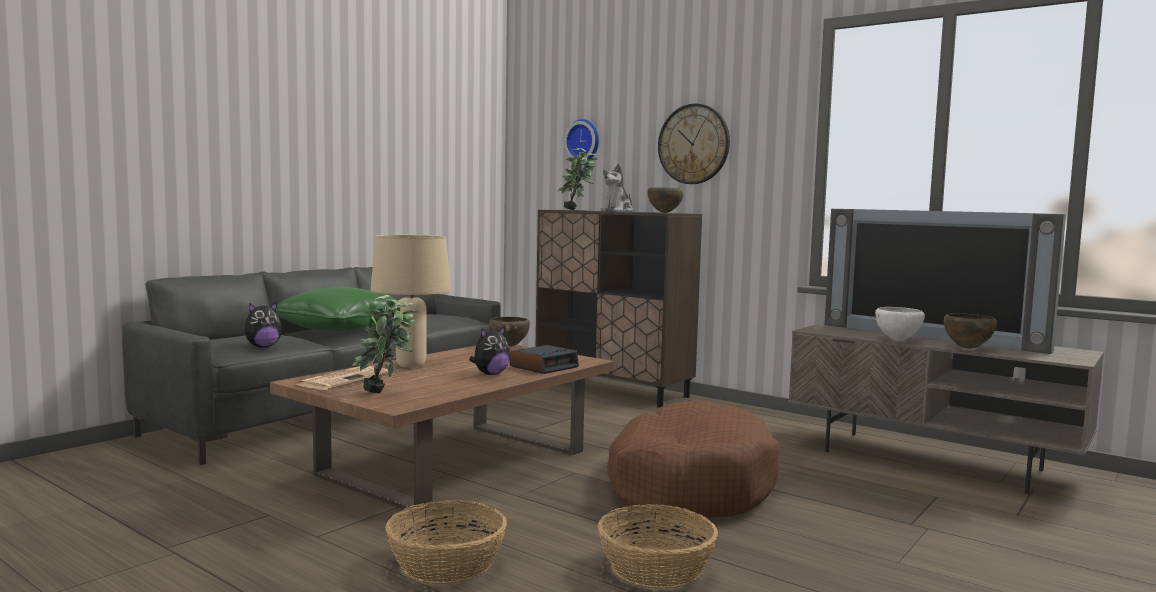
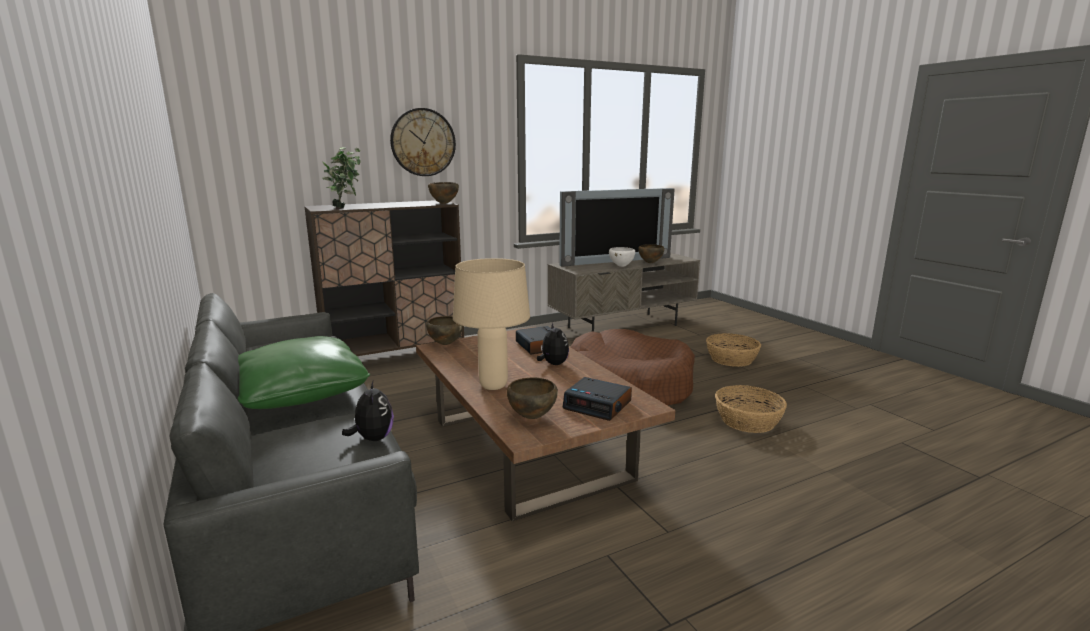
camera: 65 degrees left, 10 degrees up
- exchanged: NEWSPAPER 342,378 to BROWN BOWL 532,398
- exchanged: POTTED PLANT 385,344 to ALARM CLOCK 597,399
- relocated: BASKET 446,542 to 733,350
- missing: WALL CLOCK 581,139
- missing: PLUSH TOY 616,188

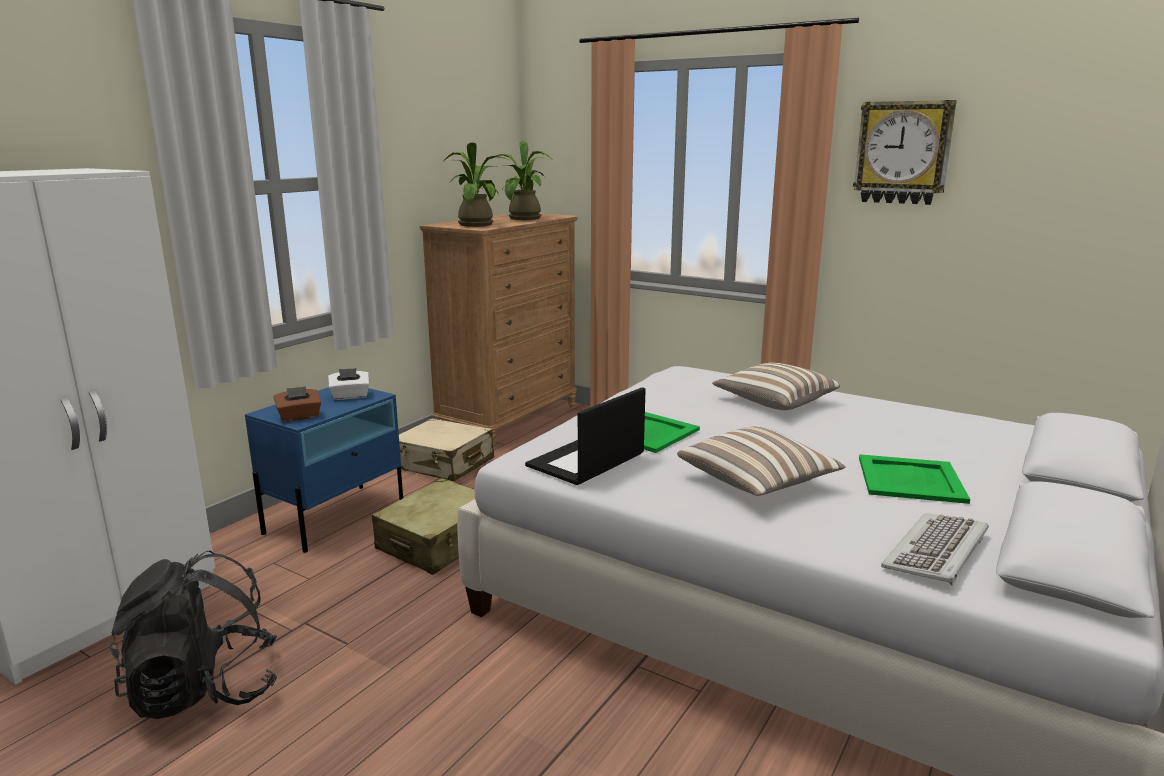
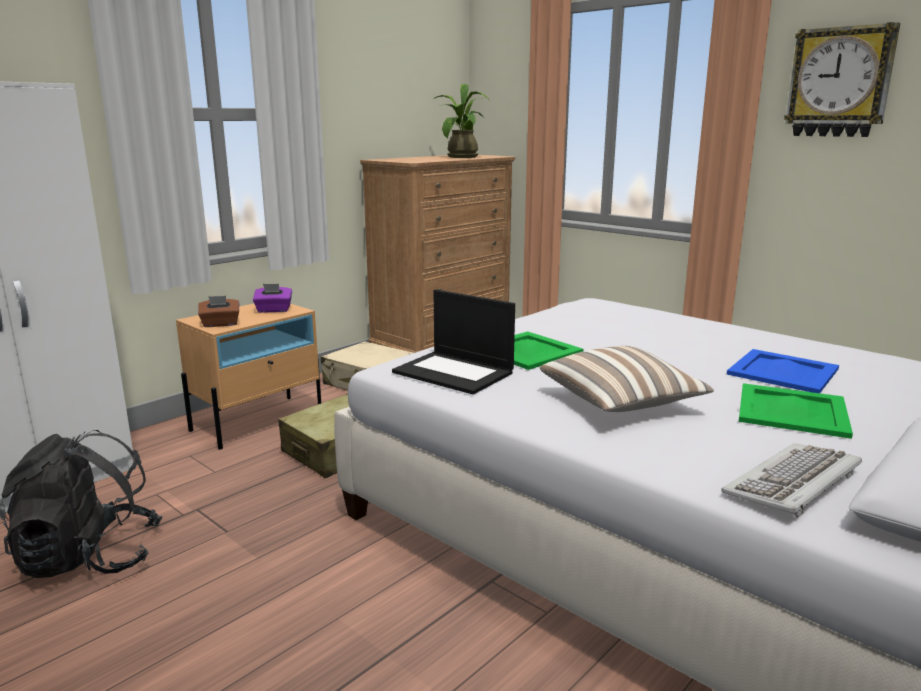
camera: 10 degrees right, 0 degrees up
- colour: BLUE NIGHTSTAND 324,470 to BEIGE NIGHTSTAND 248,377
- colour: WHITE TISSUE BOX 348,384 to PURPLE TISSUE BOX 272,298
- missing: POTTED PLANT 476,184
- spun: LAPTOP 585,436 = 453,341 105 degrees counterclockwise
- missing: PILLOW 776,386
- appeared: BLUE TRAY 783,371

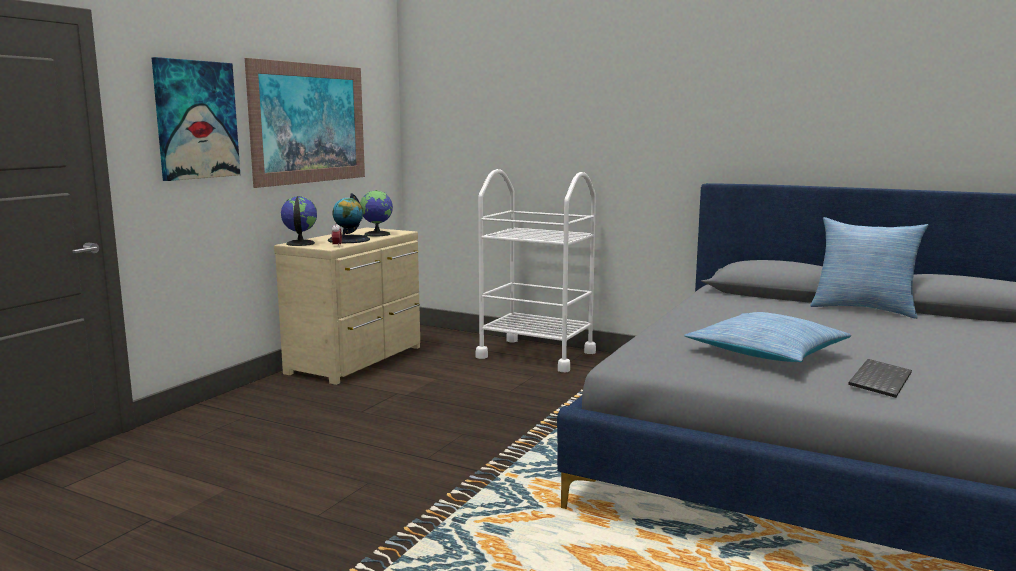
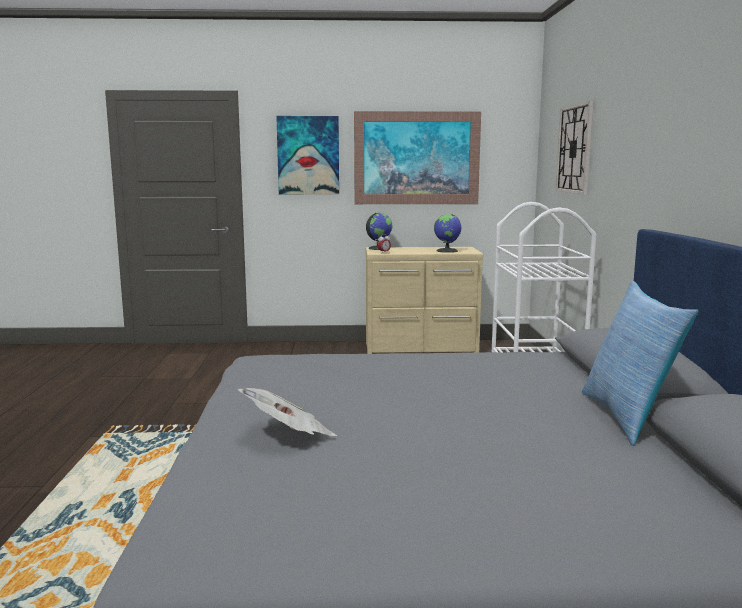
camera: 60 degrees right, 0 degrees up
- missing: GLOBE 349,218
- missing: PILLOW 767,337
- exchanged: KEYBOARD 880,378 to NEWSPAPER 287,412
- appeared: WALL CLOCK 574,147

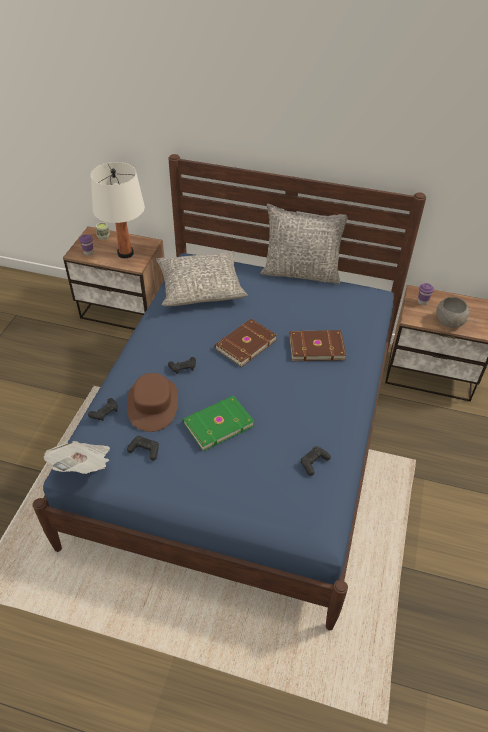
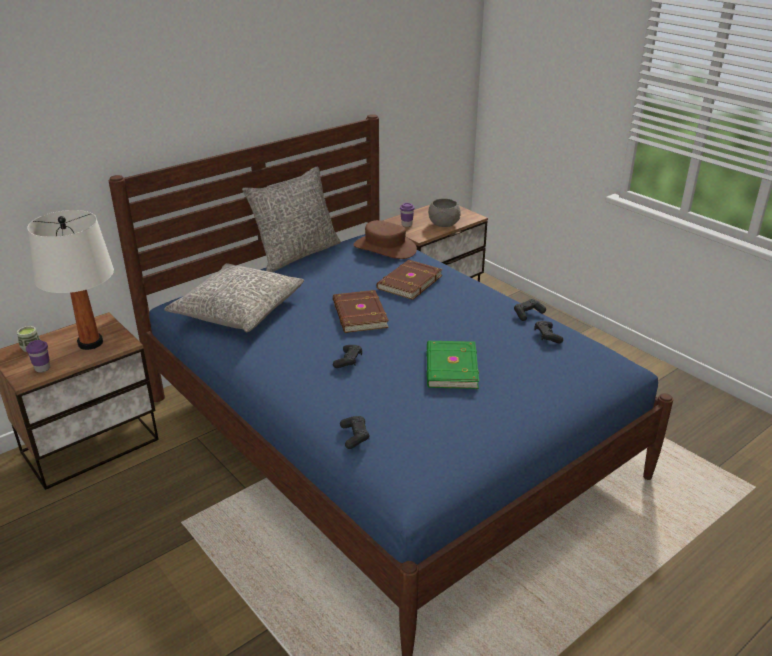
camera: 55 degrees left, 15 degrees down
- missing: NEWSPAPER 77,457
- relocated: BROWN HAT 152,402 to 385,239
- relocated: BLACK GAME CONTROLLER 143,448 to 530,310

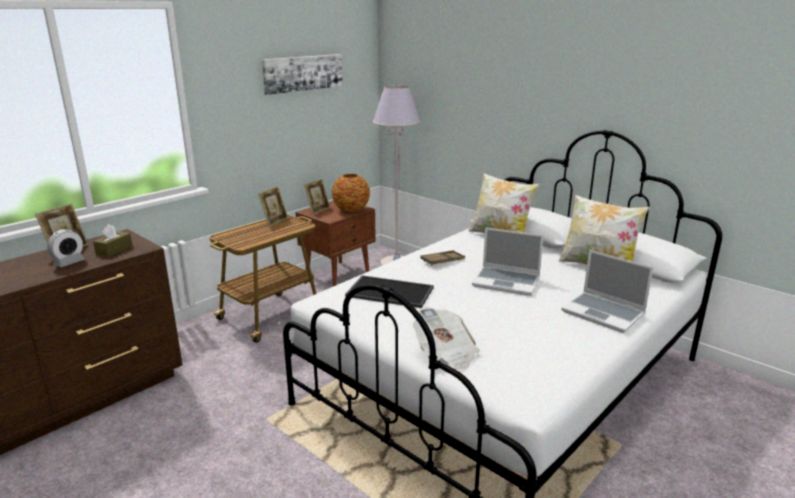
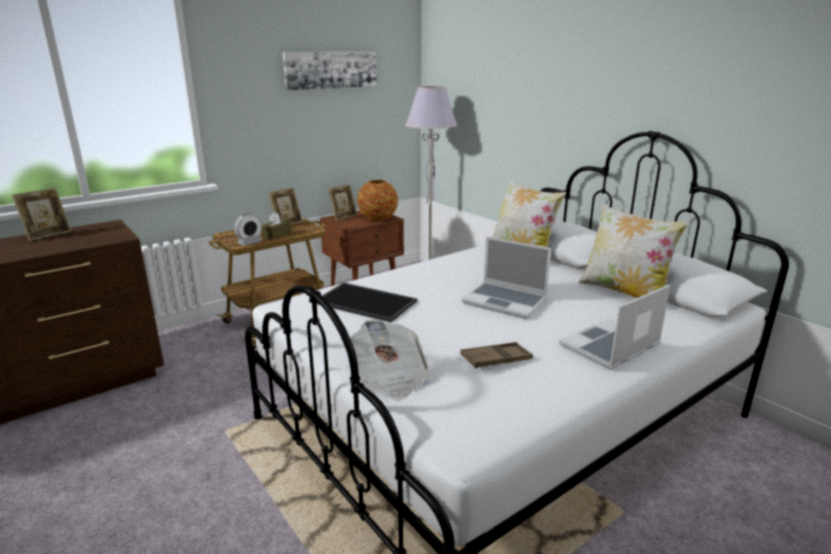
camera: 10 degrees right, 0 degrees up
- relocated: ALARM CLOCK 66,248 to 248,230
- relocated: BROWN TISSUE BOX 112,240 to 276,225
- relocated: BROWN TRAY 442,257 to 496,355
- spun: LAPTOP 607,291 = 614,327 90 degrees clockwise

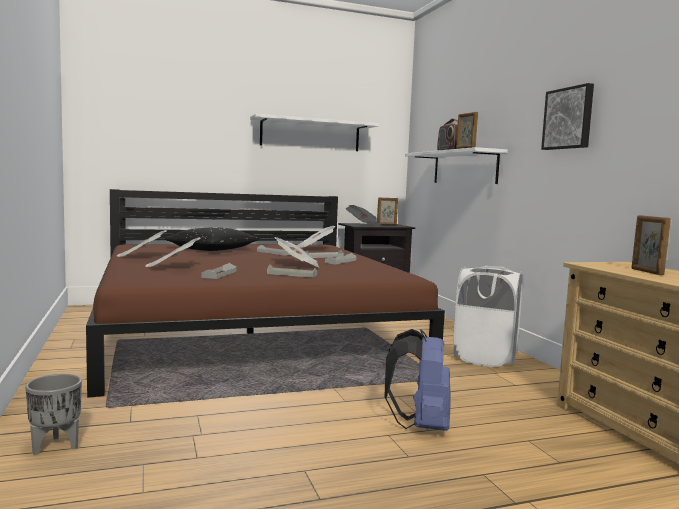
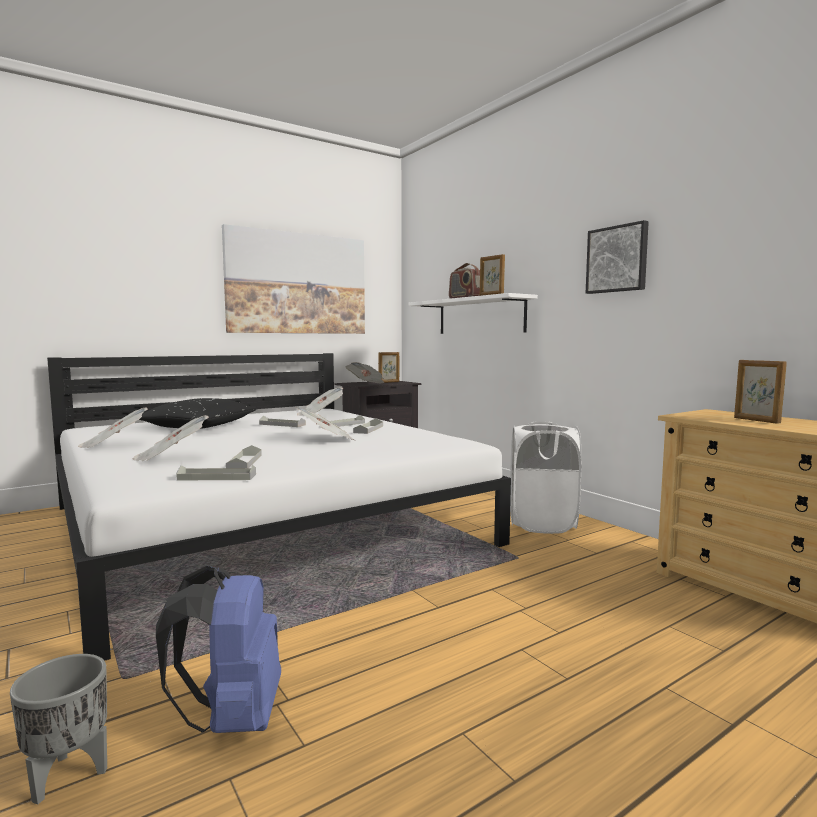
camera: 15 degrees left, 0 degrees up
- colour: BROWN BED 265,293 to WHITE BED 279,507
- exchanged: WHITE SHELF 314,132 to PICTURE 293,279
- relocated: GREY TRAY 292,271 to 216,472
- relocated: BLUE BACKPACK 417,380 to 218,649

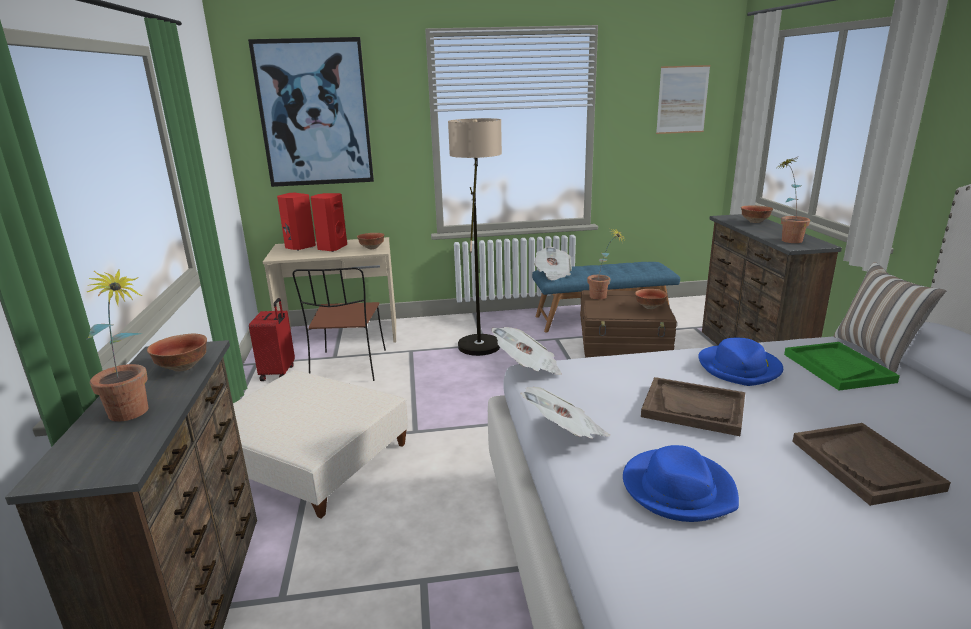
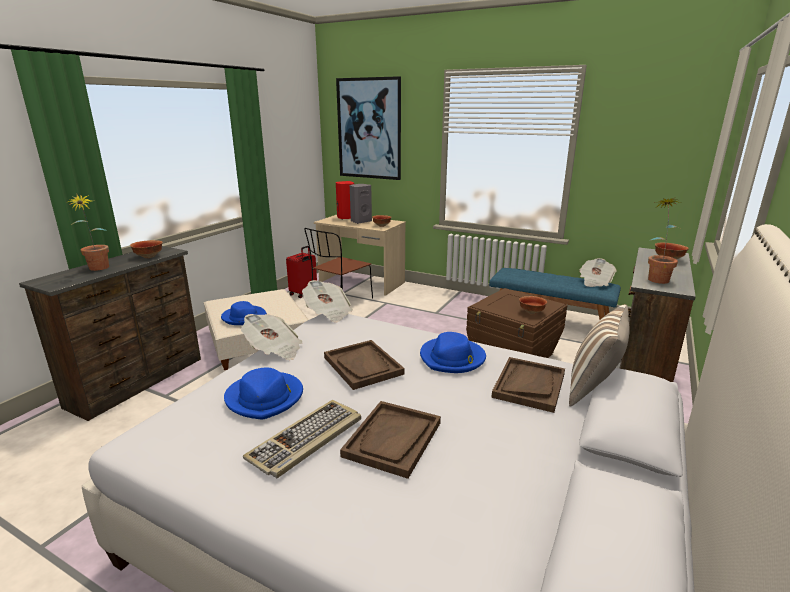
camera: 35 degrees right, 0 degrees up
- colour: RED SPEAKER 329,222 to GREY SPEAKER 361,204
- missing: FLOOR LAMP 475,237
- relocated: NEWSPAPER 553,263 to 597,272
- missing: POTTED PLANT 606,264
- missing: PICTURE 683,99
- colour: GREEN TRAY 842,366 to BROWN TRAY 528,385
- appeared: BLUE HAT 244,313
- appeared: KEYBOARD 302,439

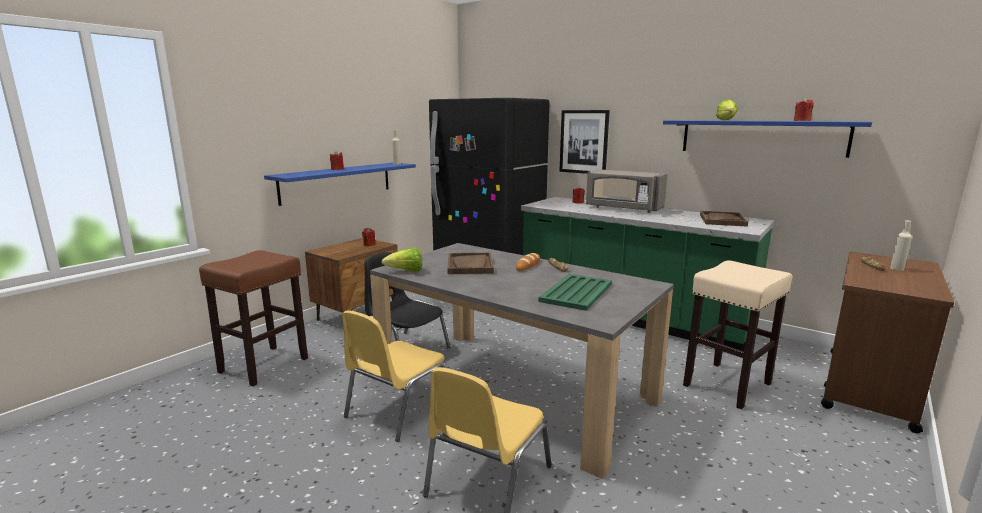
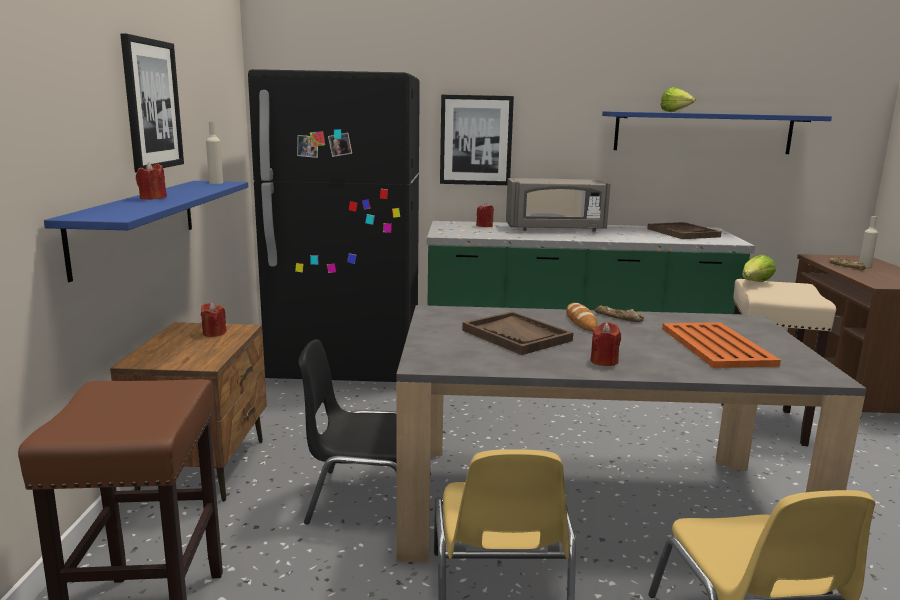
camera: 35 degrees left, 0 degrees up
- relocated: LETTUCE 401,260 to 759,268
- colour: GREEN TRAY 575,292 to ORANGE TRAY 721,345
- relocated: RED CANDLE 804,109 to 606,344
- appeared: PICTURE 152,102

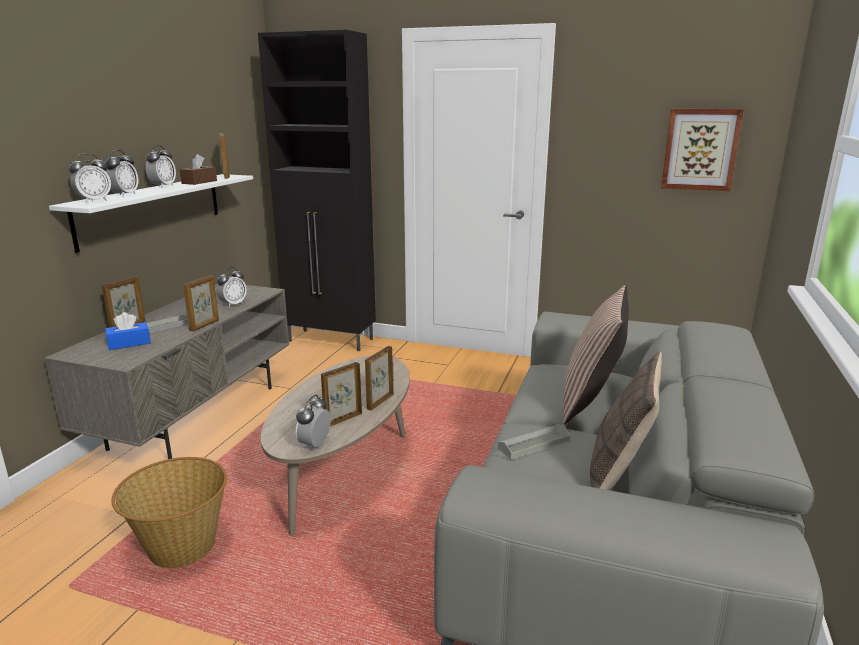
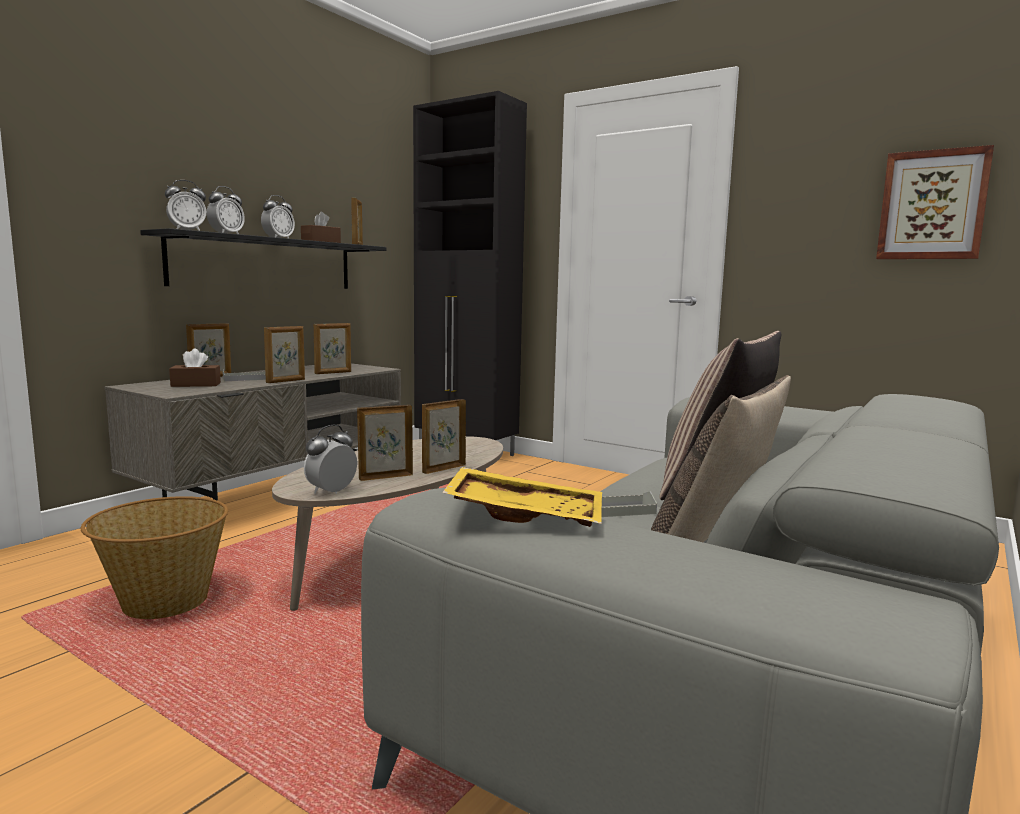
camera: 15 degrees right, 10 degrees down
- colour: WHITE SHELF 151,213 to BLACK SHELF 263,258
- colour: BLUE TISSUE BOX 128,331 to BROWN TISSUE BOX 195,367
- exchanged: ALARM CLOCK 231,287 to PICTURE FRAME 332,348
- appeared: YELLOW TRAY 522,497

